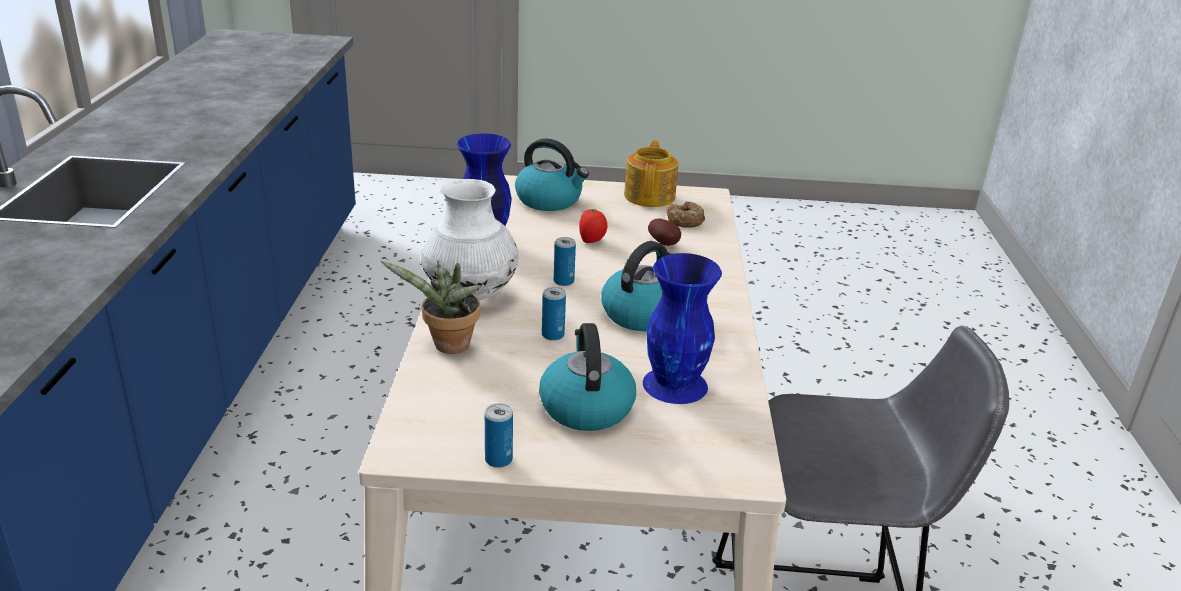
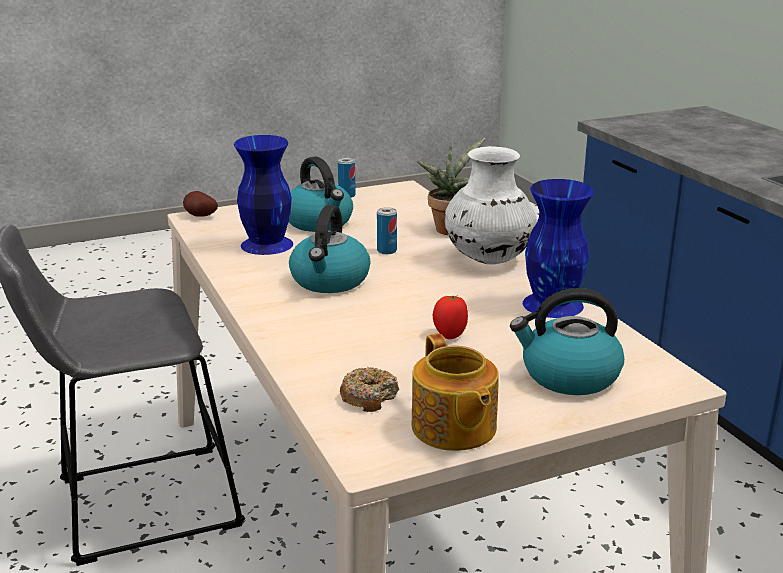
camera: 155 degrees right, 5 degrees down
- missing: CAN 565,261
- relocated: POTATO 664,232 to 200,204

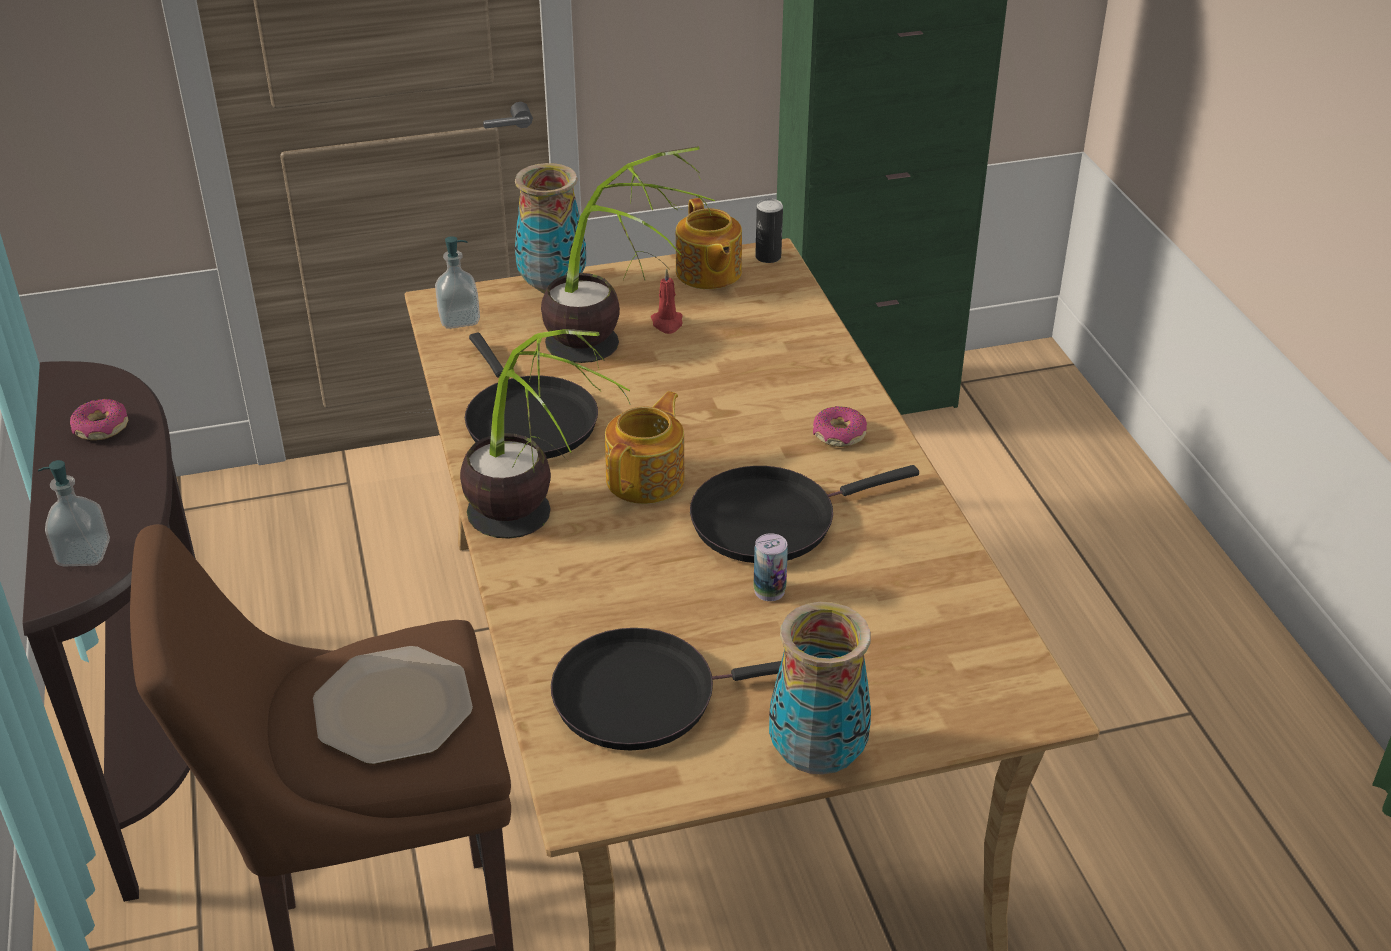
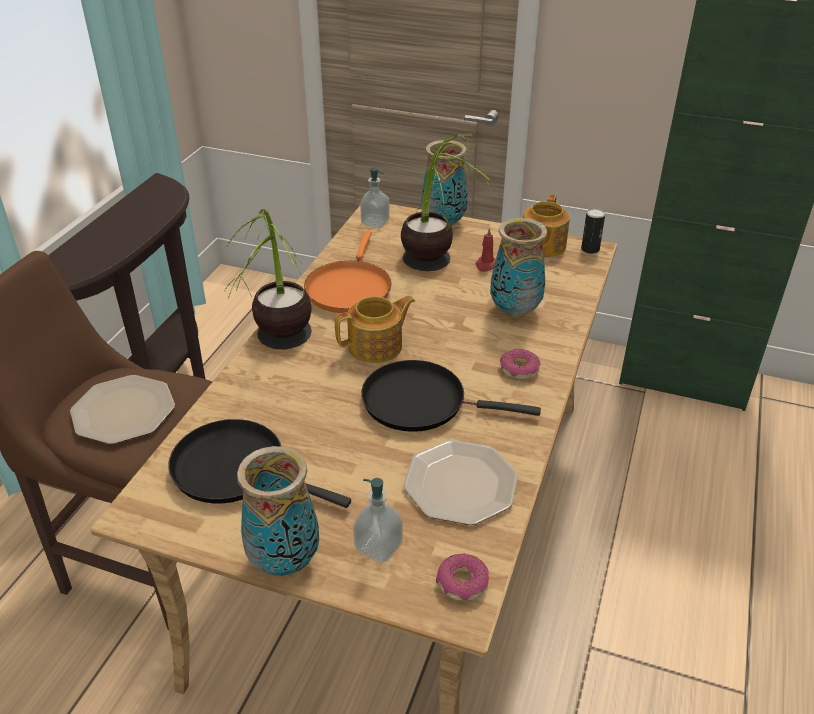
camera: 35 degrees right, 0 degrees up
- relocated: SOAP DISPENSER 74,513 to 378,520
- relocated: DONUT 99,419 to 462,577
- colour: BLACK FRYING PAN 531,396 to ORANGE FRYING PAN 348,272
- missing: CAN 770,567
- appeared: PLATE 460,482
- appeared: VASE 518,268

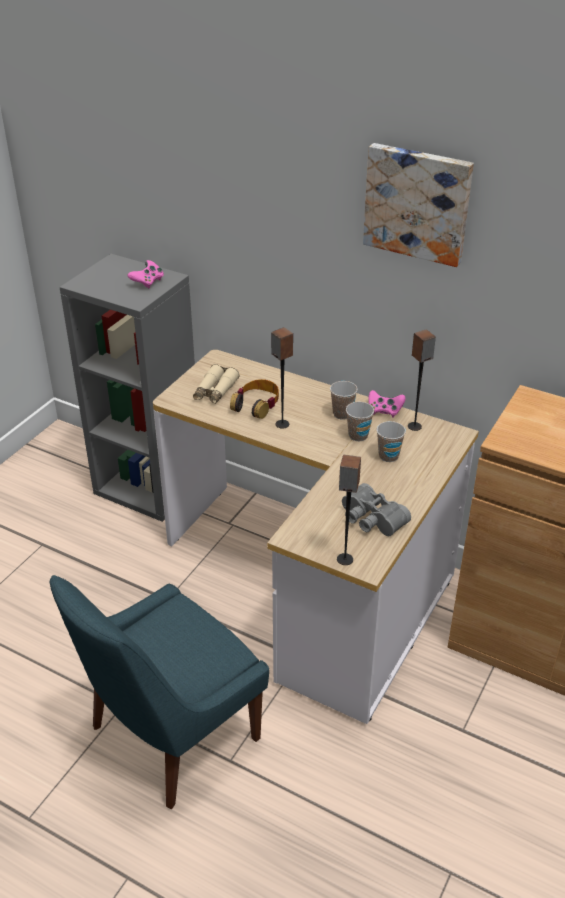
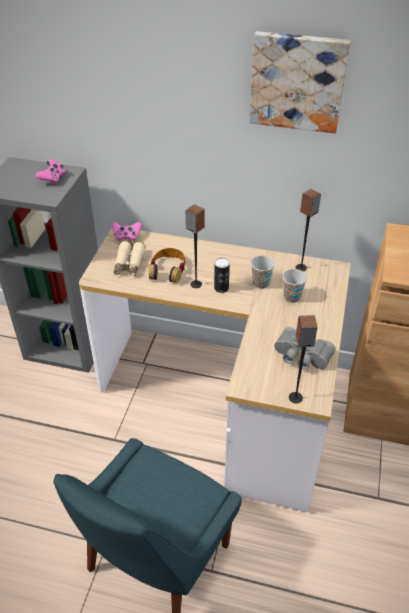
camera: 15 degrees left, 5 degrees up
- missing: CUP 344,400
- relocated: PINK GAME CONTROLLER 387,404 to 126,231
- appeared: CAN 222,275

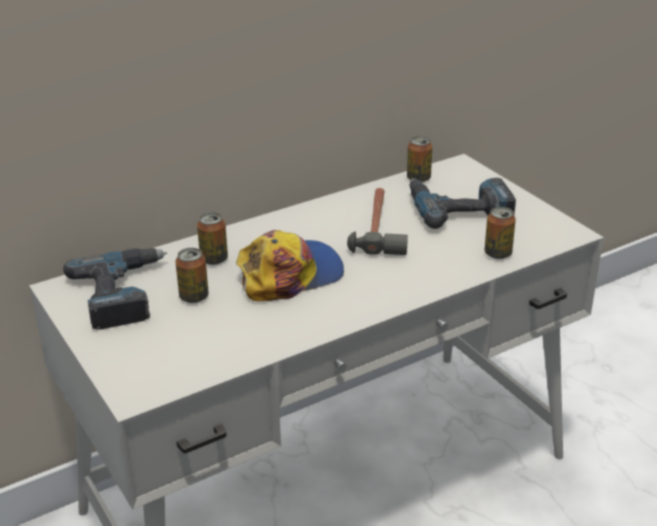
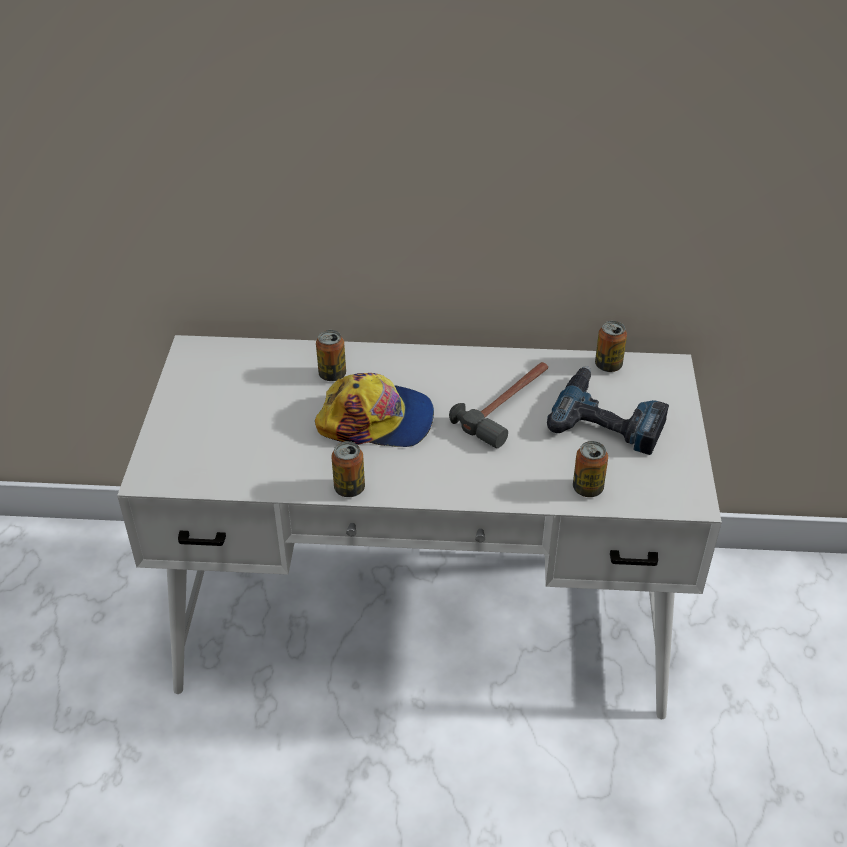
camera: 35 degrees right, 10 degrees up
- missing: POWER DRILL 115,289
- relocated: CAN 192,275 to 348,469

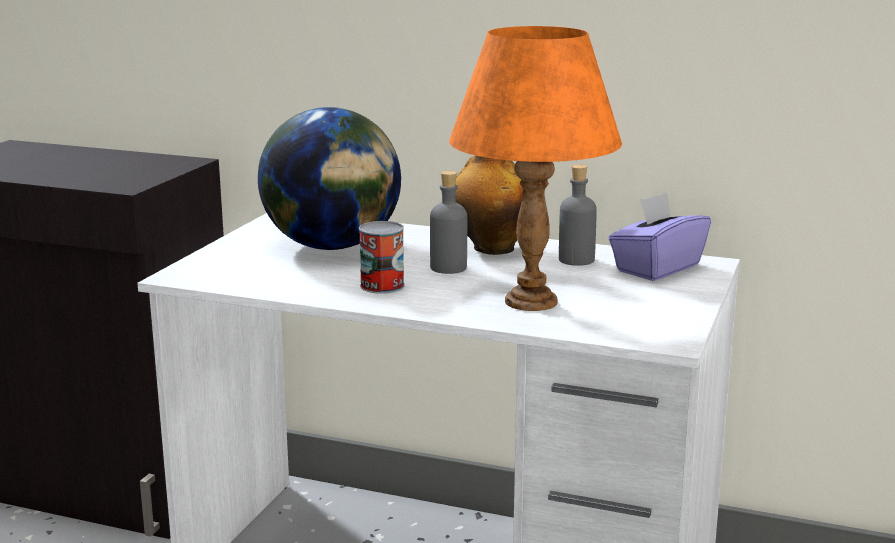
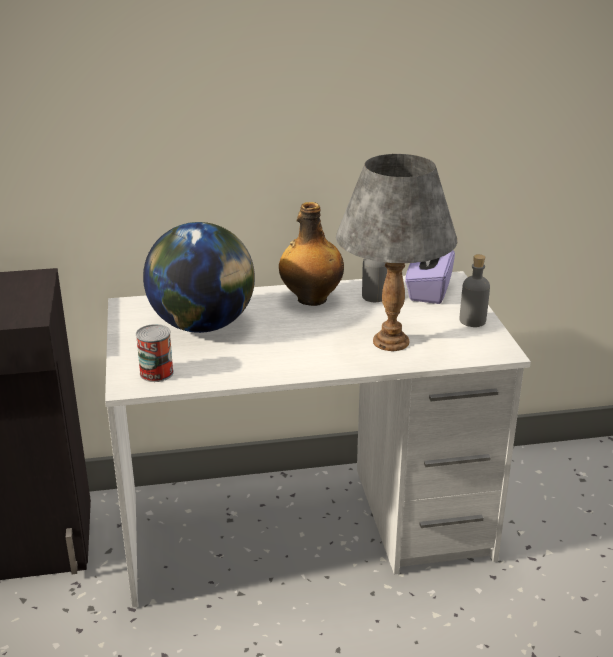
camera: 30 degrees left, 10 degrees up
- relocated: CAN 382,257 to 155,353
- relocated: GREY BOTTLE 448,222 to 474,290
- colour: ORANGE TABLE LAMP 535,168 to GREY TABLE LAMP 396,252

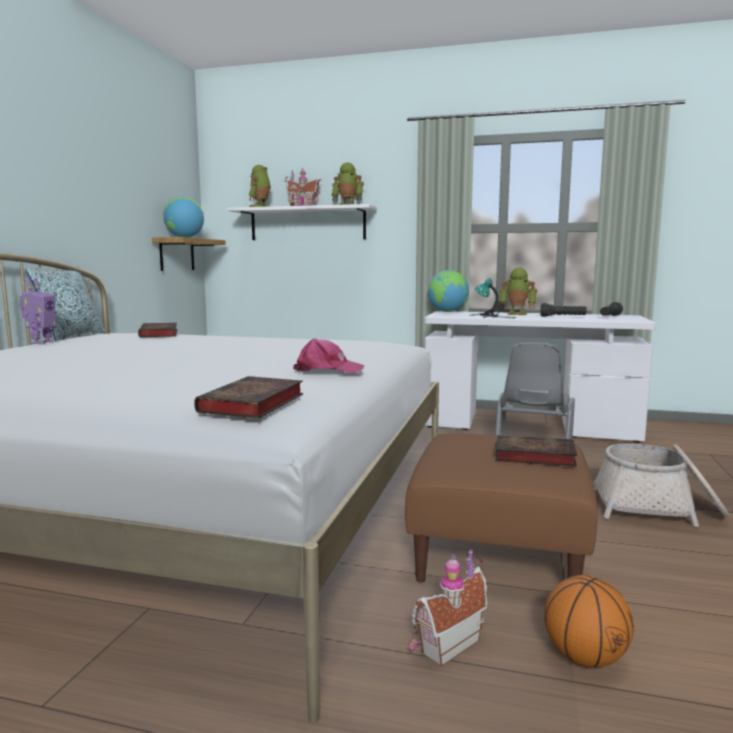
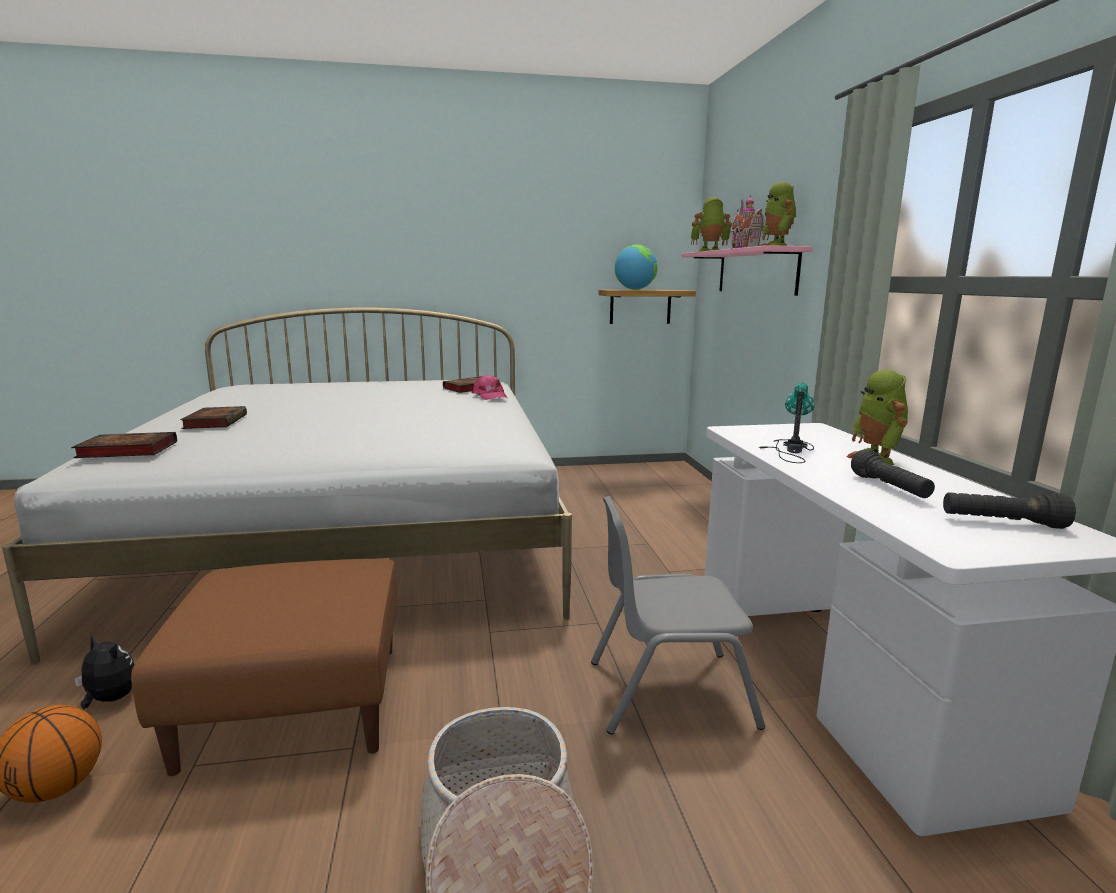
camera: 65 degrees right, 5 degrees up
- missing: TOY ROBOT 38,311
- missing: PILLOW 66,303
- colour: WHITE SHELF 302,222 to PINK SHELF 747,270
- relocated: PINK CAP 329,355 to 489,387
- exchanged: TOY HOUSE 448,608 to PLUSH TOY 104,671
- missing: GLOBE 448,291
- relocated: BOOK 536,451 to 213,417

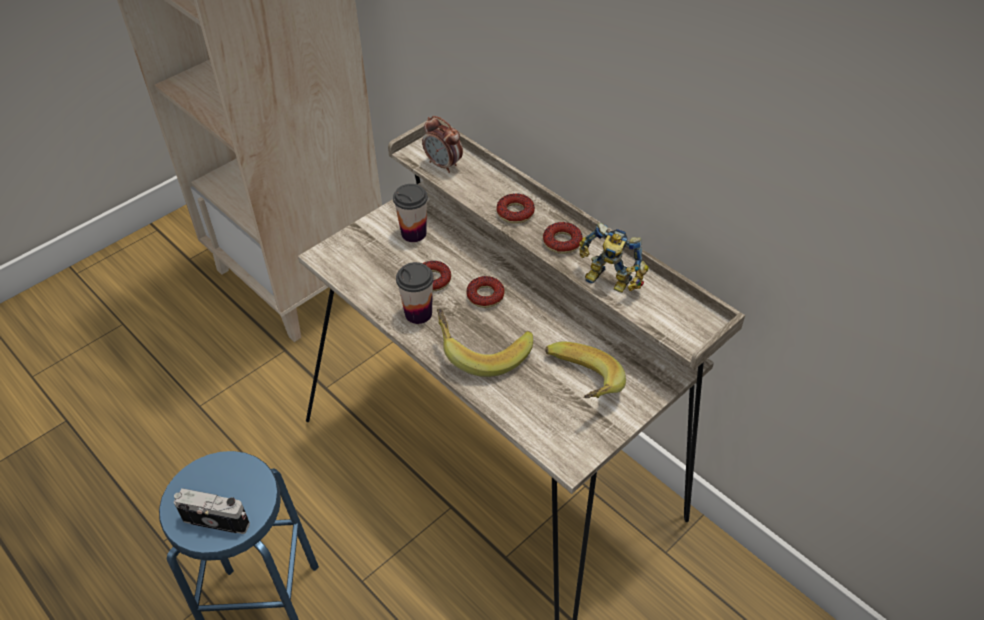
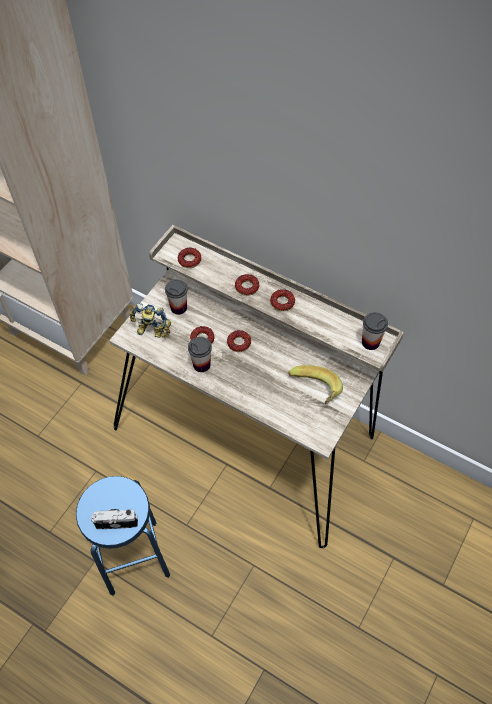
camera: 15 degrees left, 10 degrees up
- exchanged: ALARM CLOCK 442,144 to DONUT 189,258
- missing: BANANA 485,342
- relocated: TOY ROBOT 614,258 to 150,320
- appeared: CUP 375,331

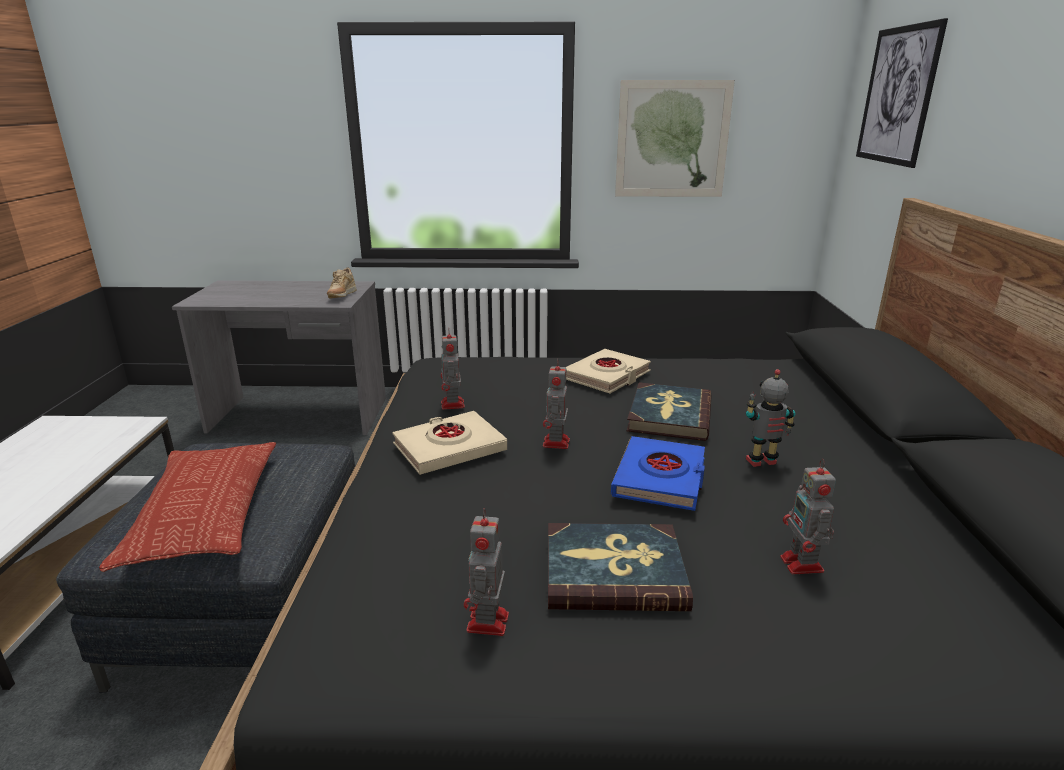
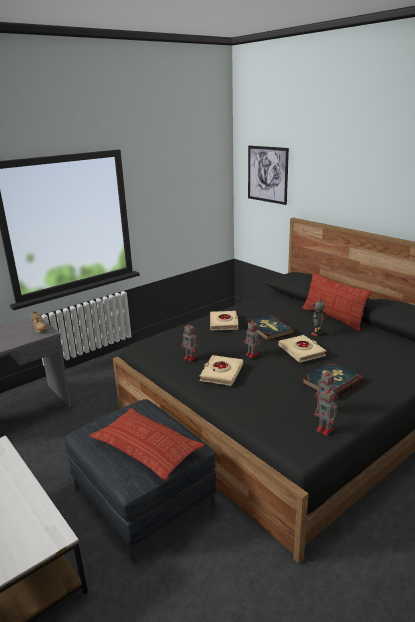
camera: 40 degrees left, 0 degrees up
- colour: BLUE BOOK 658,473 to BEIGE BOOK 302,349
- missing: PICTURE 675,138
- relocated: TOY ROBOT 808,516 to 326,411
- appeared: PILLOW 337,301

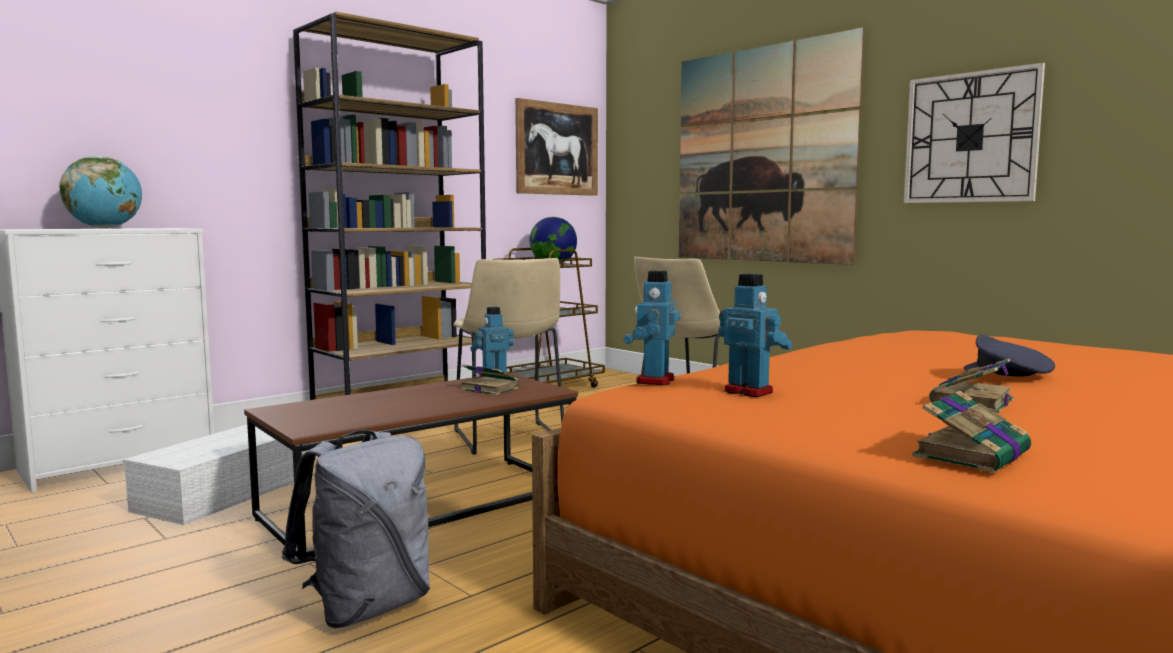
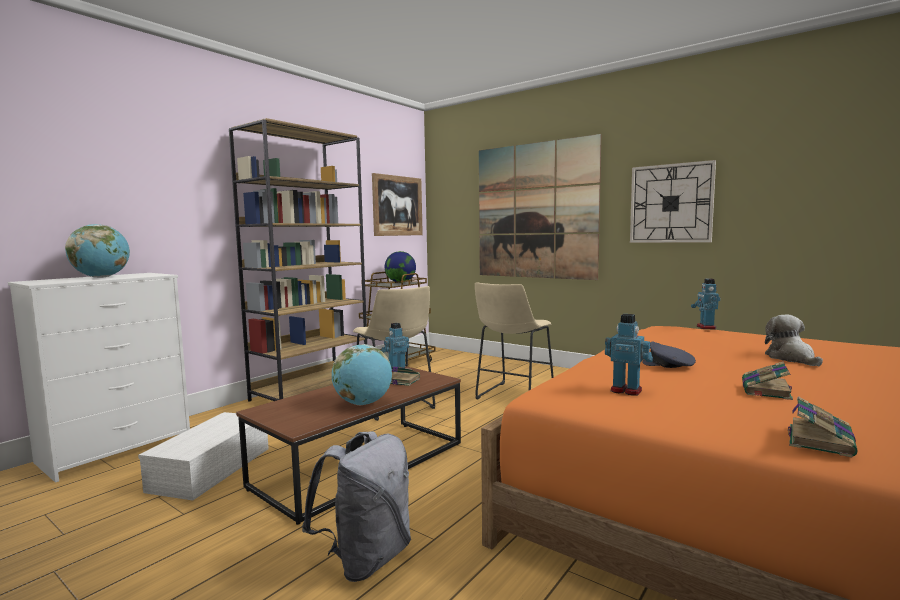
camera: 10 degrees left, 0 degrees up
- relocated: TOY ROBOT 652,327 to 705,304
- relocated: GREY CAP 1009,355 to 669,354
- appeared: GLOBE 362,374
- appeared: PLUSH TOY 794,340

